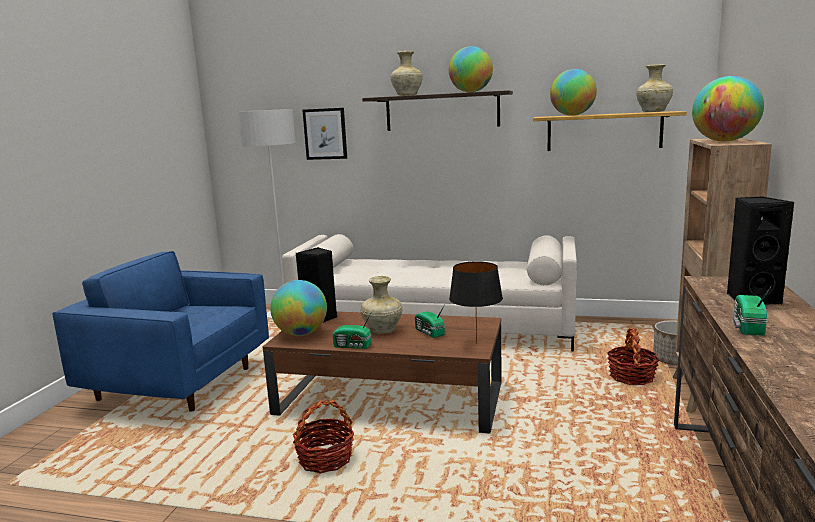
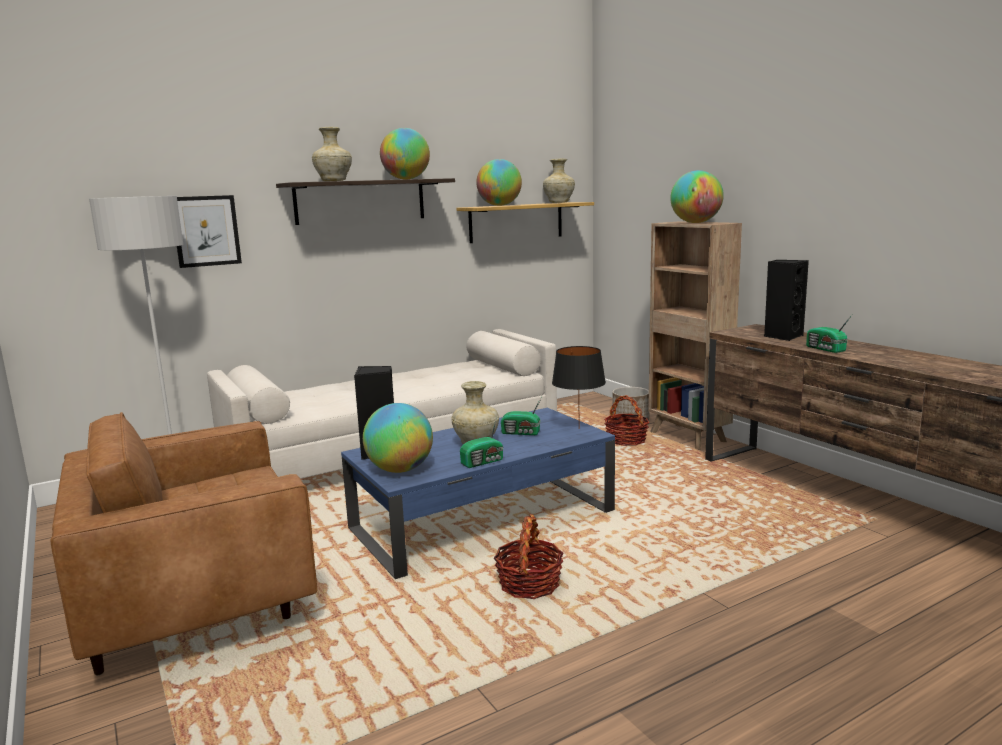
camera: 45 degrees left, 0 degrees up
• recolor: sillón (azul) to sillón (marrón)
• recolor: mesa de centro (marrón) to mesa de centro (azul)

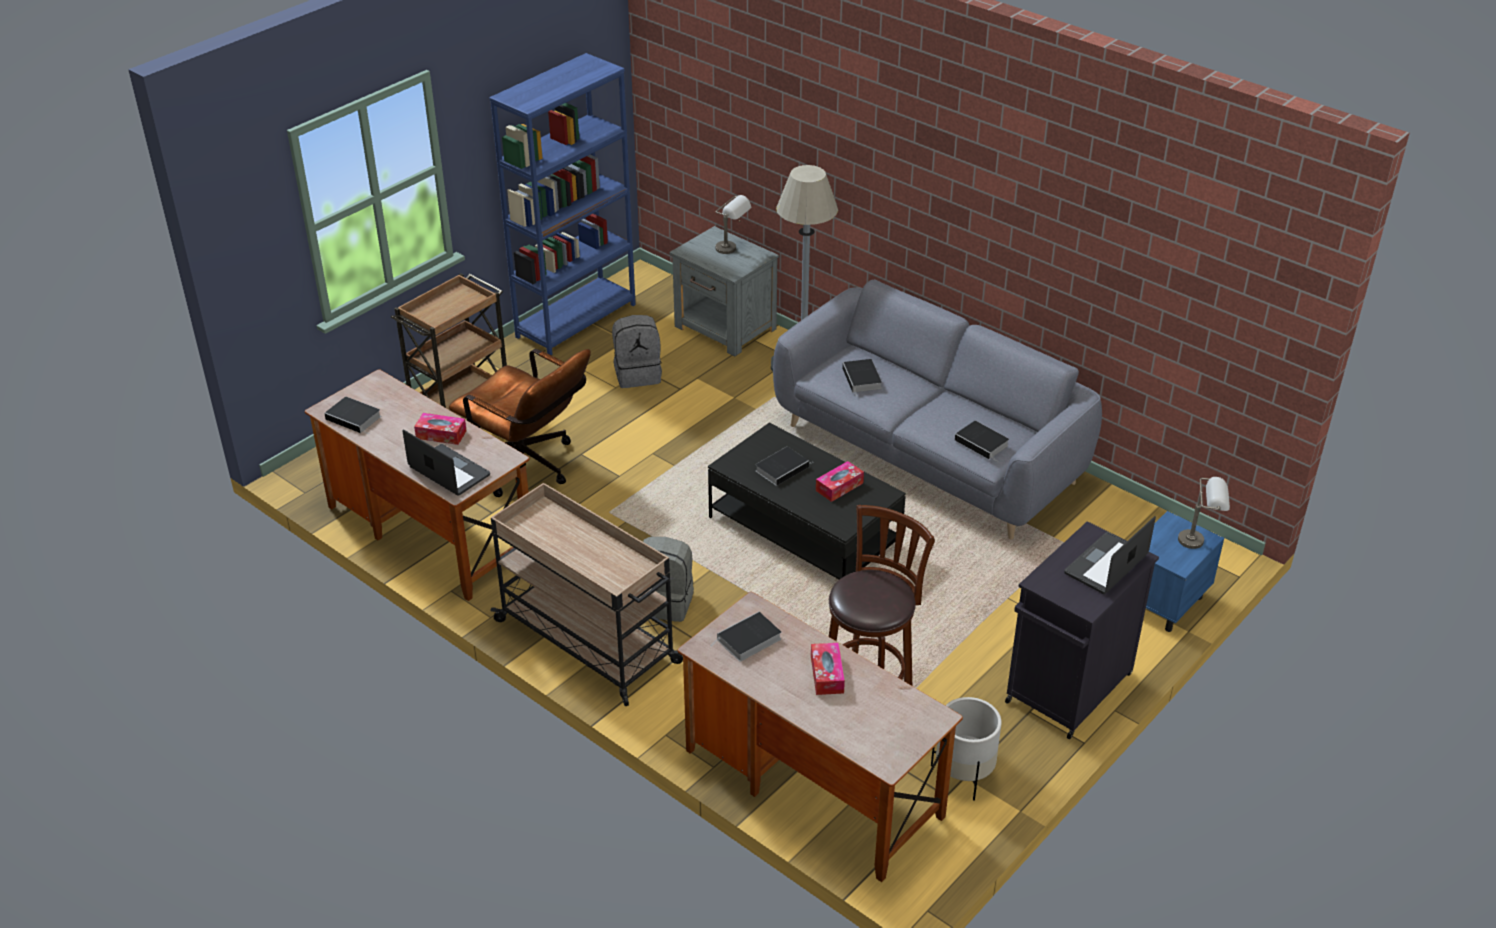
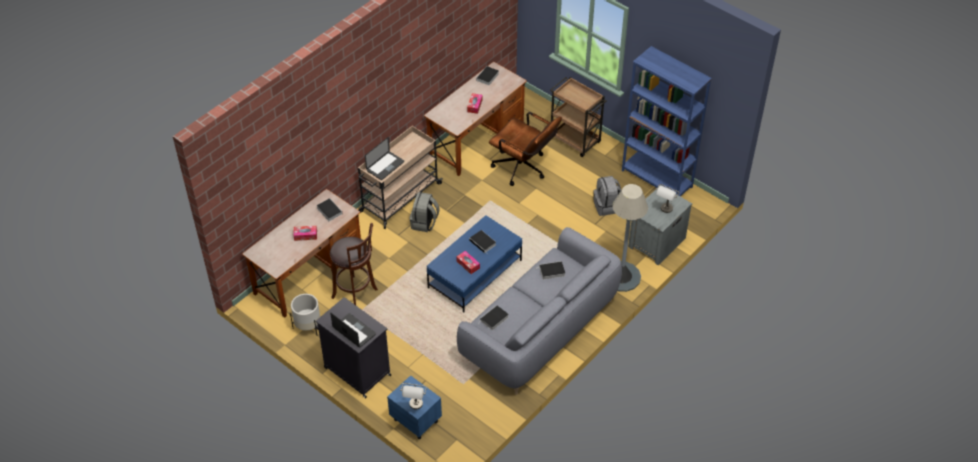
camera: 90 degrees right, 10 degrees up
• move: portátil (1st from left in the first image) to portátil (2nd from left)
• rotate: silla de oficina (marrón) 90 degrees counterclockwise
• recolor: mesa de centro (negro) to mesa de centro (azul)

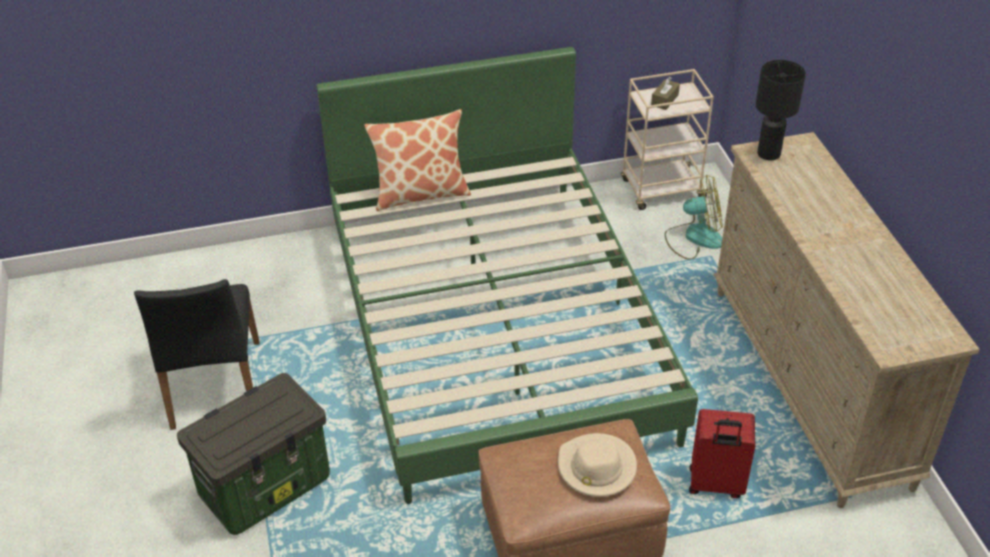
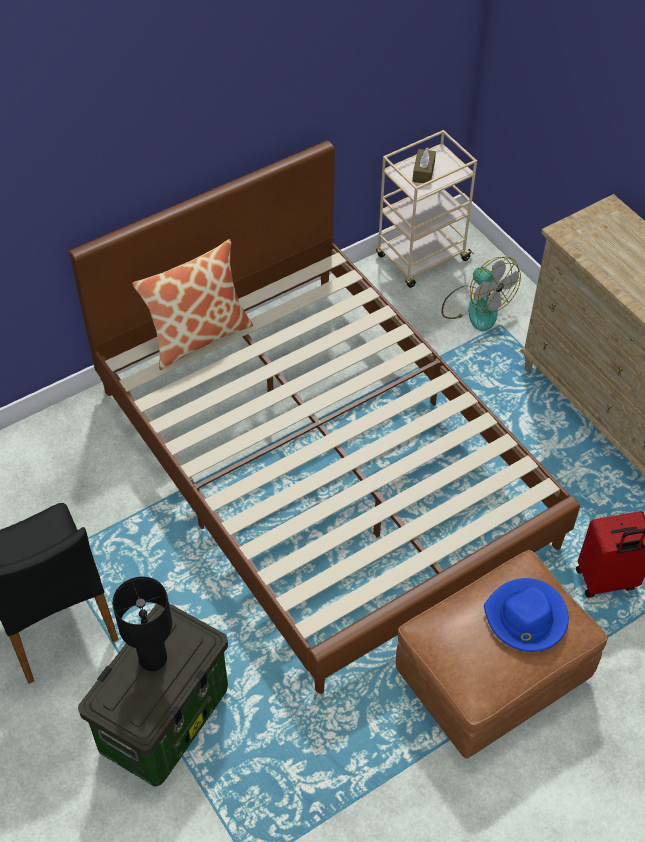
camera: 20 degrees left, 10 degrees up
• recolor: cama (verde) to cama (marrón)
• recolor: sombrero (beis) to sombrero (azul)
• rotate: ventilador 75 degrees clockwise
• move: lámpara de mesa (negro)

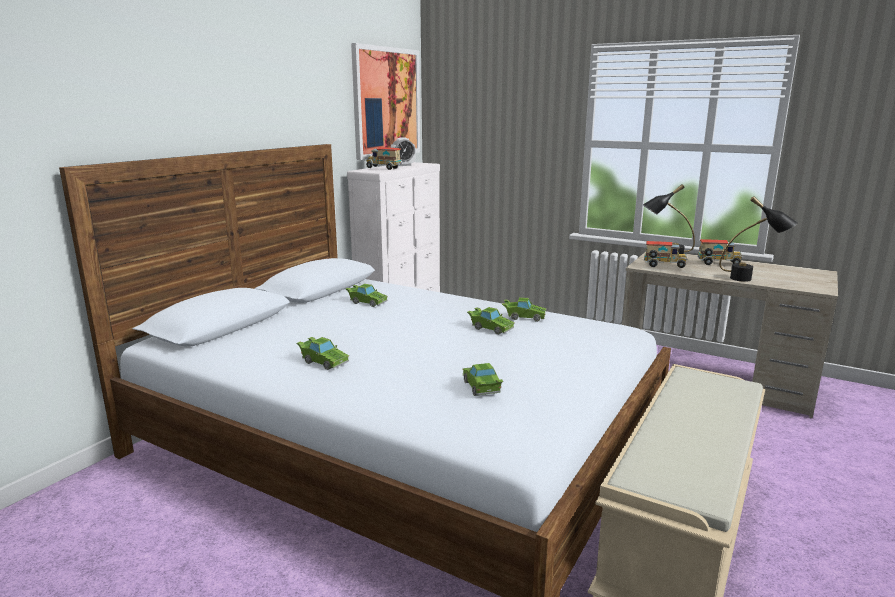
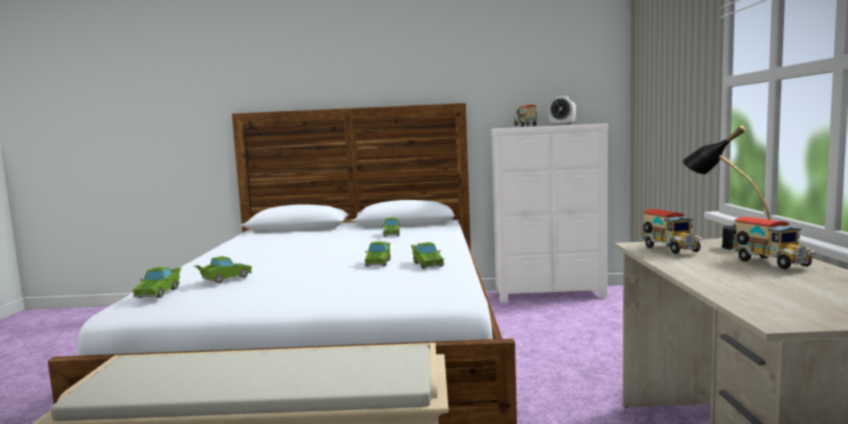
camera: 60 degrees right, 10 degrees down
• move: coche de juguete (verde) (1st from left)
• delete: cuadro
• delete: lámpara de mesa (negro) (2nd from left)

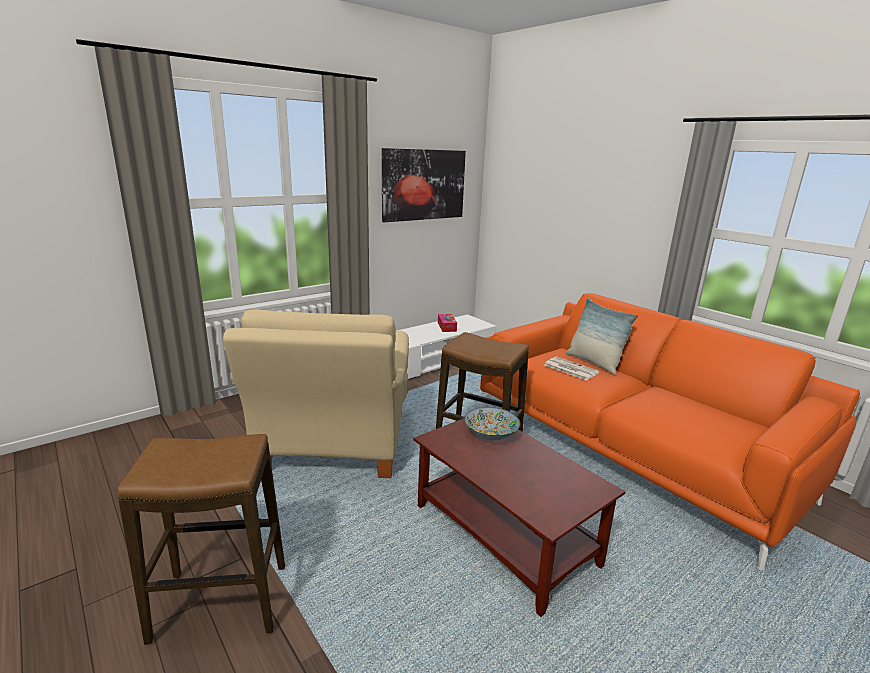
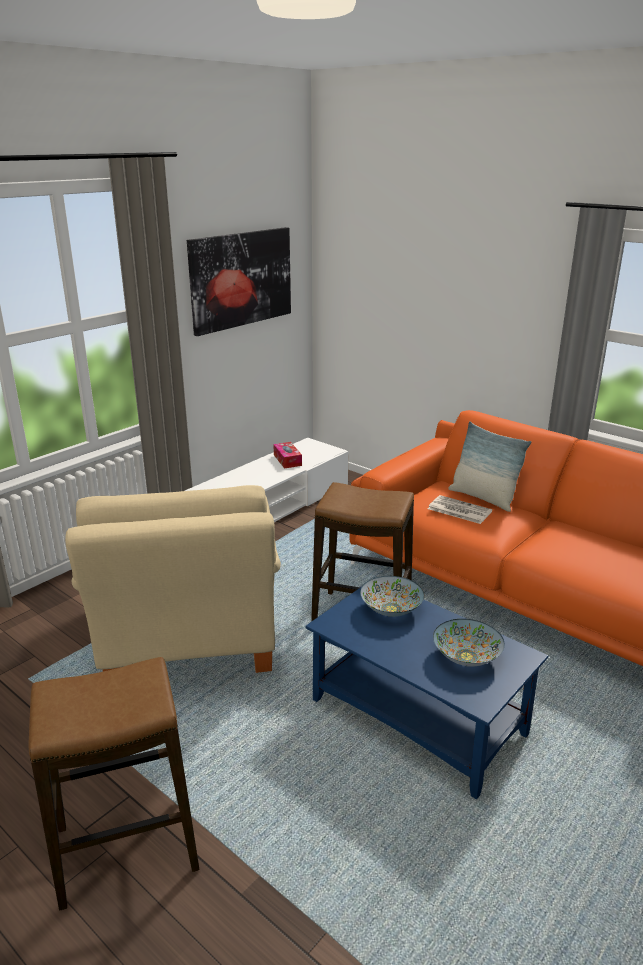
camera: 10 degrees left, 5 degrees up
• recolor: mesa de centro (marrón) to mesa de centro (azul)
• insert: cuenco (2nd from left)

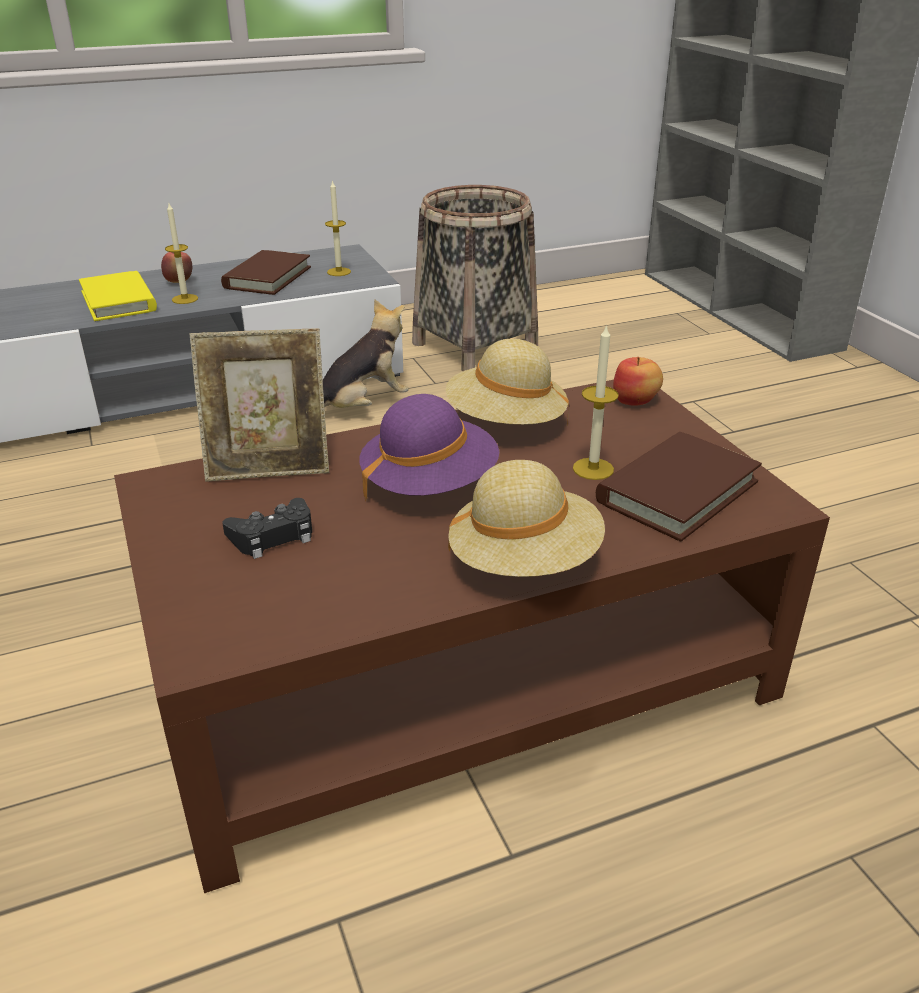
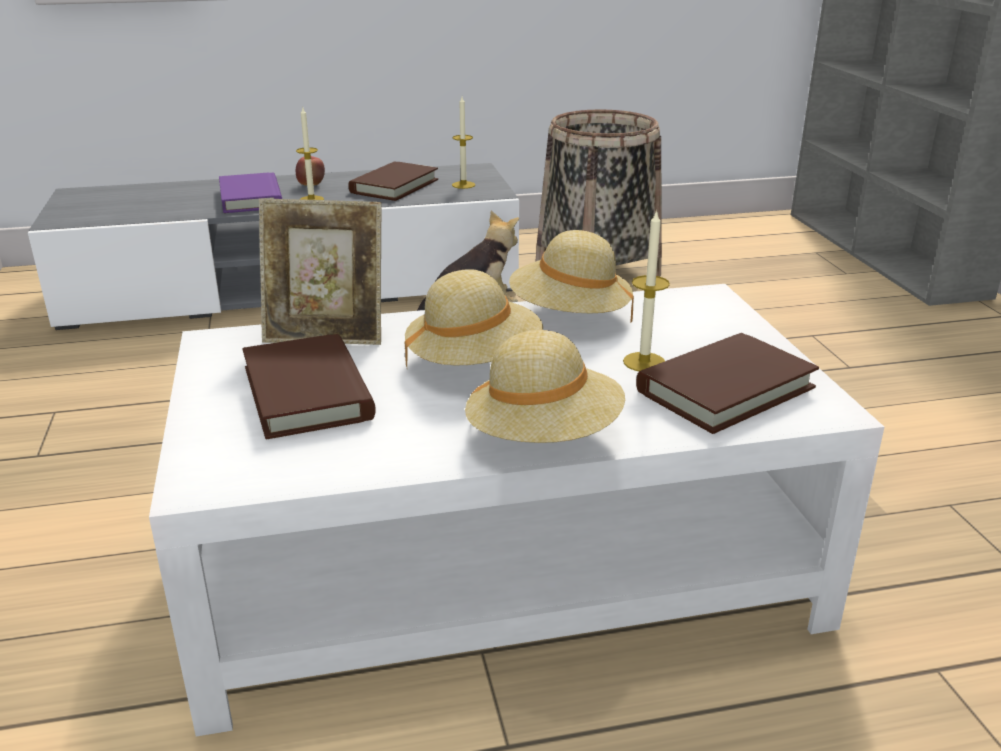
camera: 10 degrees right, 5 degrees down
• recolor: libro (amarillo) to libro (morado)
• recolor: mesa de centro (marrón) to mesa de centro (blanco)
• replace: mando de consola (negro) to libro (marrón) (1st from left)
• recolor: sombrero (morado) to sombrero (beis) (1st from left)
• delete: manzana (2nd from left)

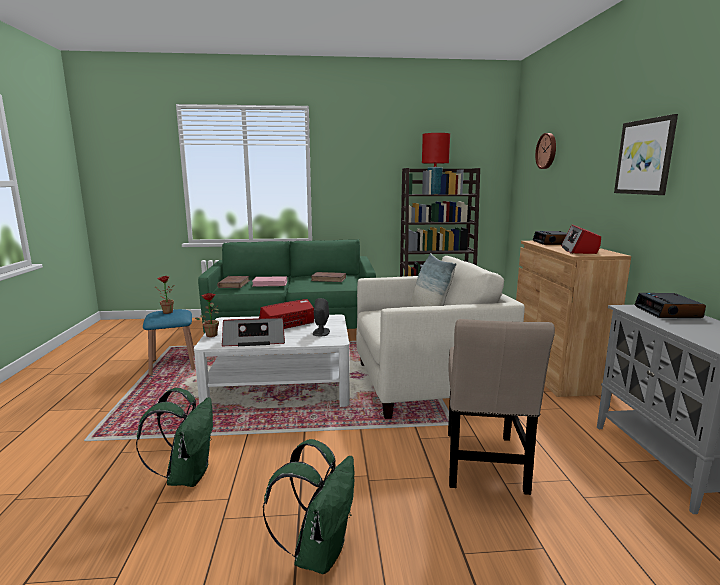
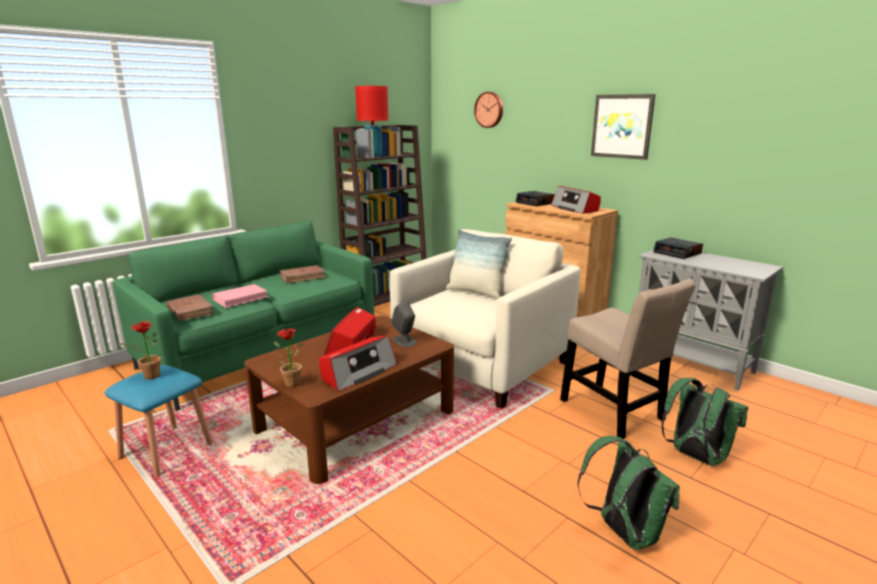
camera: 40 degrees left, 5 degrees up
• move: mochila (verde) (1st from left in the first image) to mochila (verde) (2nd from left)
• recolor: mesa de centro (blanco) to mesa de centro (marrón)

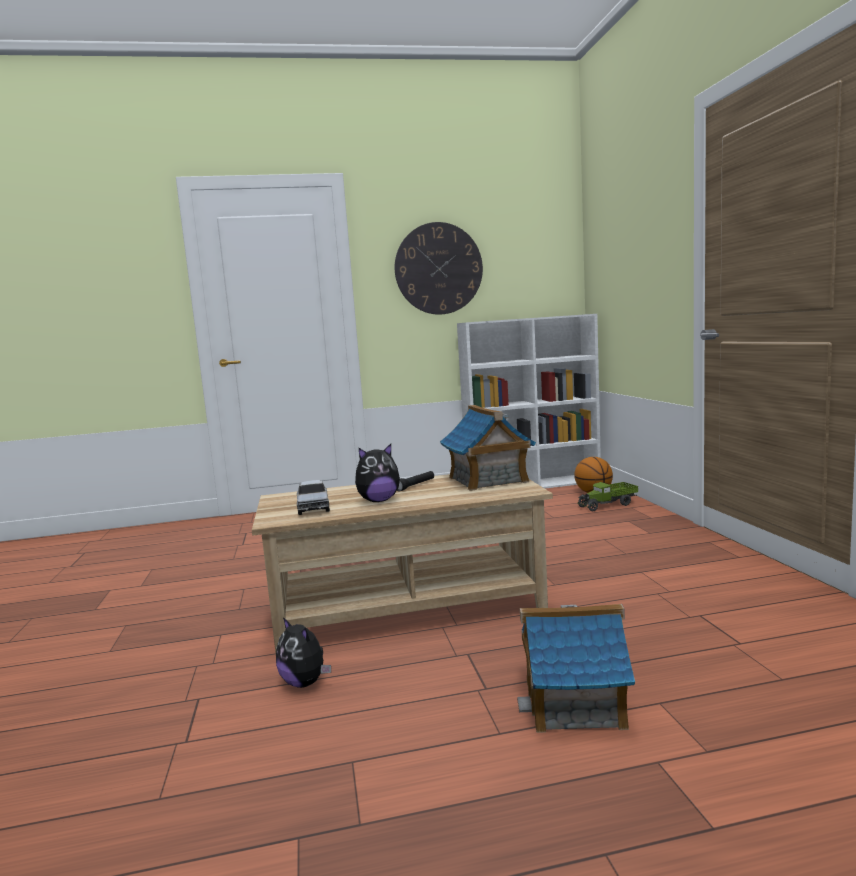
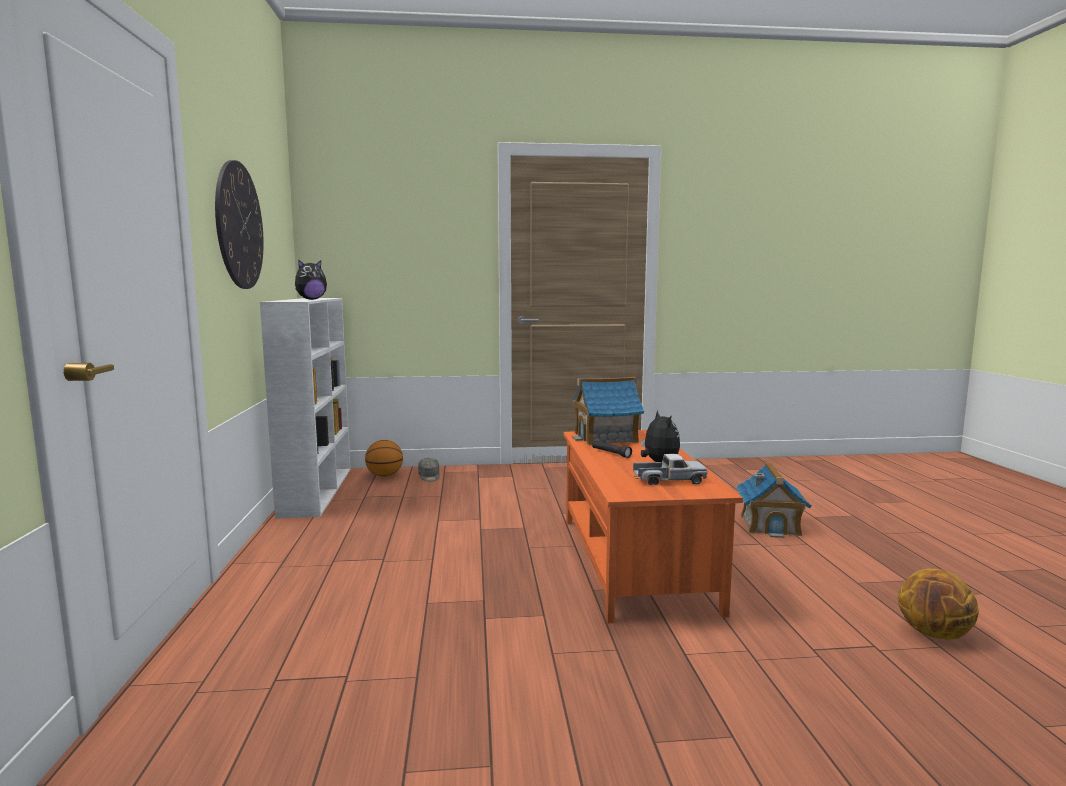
camera: 85 degrees left, 0 degrees up
• recolor: mesa de centro (beis) to mesa de centro (naranja)
• move: peluche (1st from left)
• replace: camión de juguete (2nd from left) to gorra (gris)
• insert: balón de baloncesto (2nd from left)

